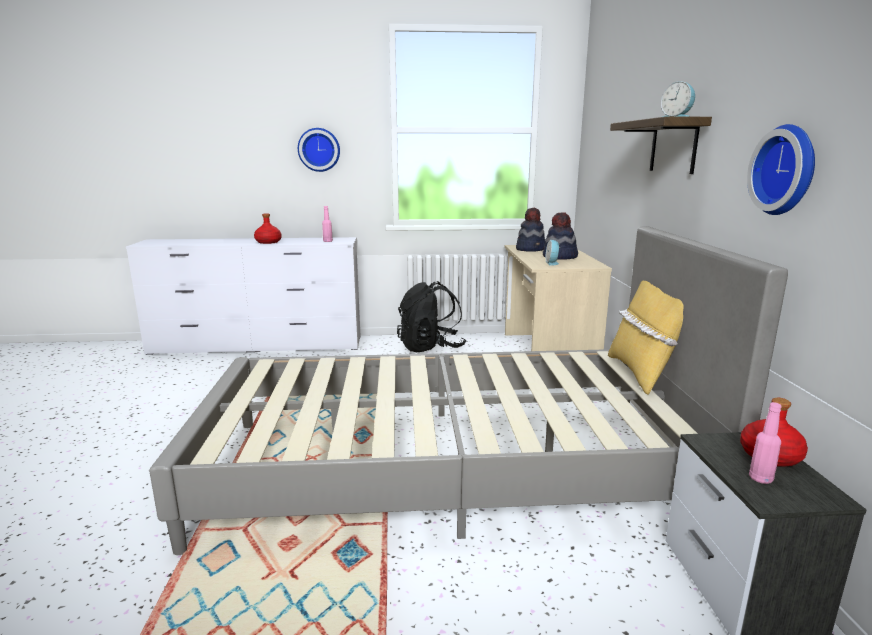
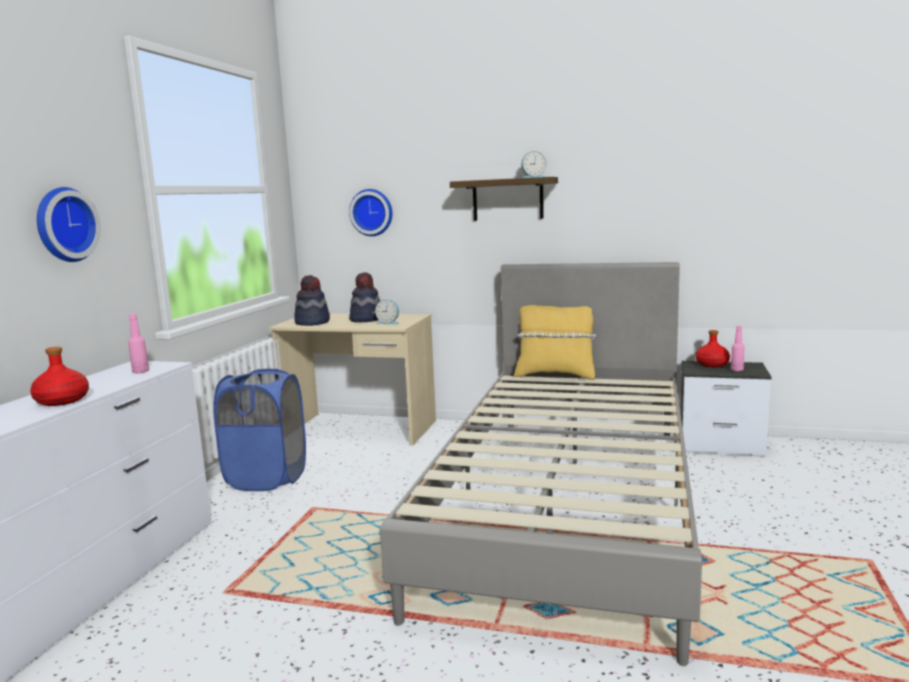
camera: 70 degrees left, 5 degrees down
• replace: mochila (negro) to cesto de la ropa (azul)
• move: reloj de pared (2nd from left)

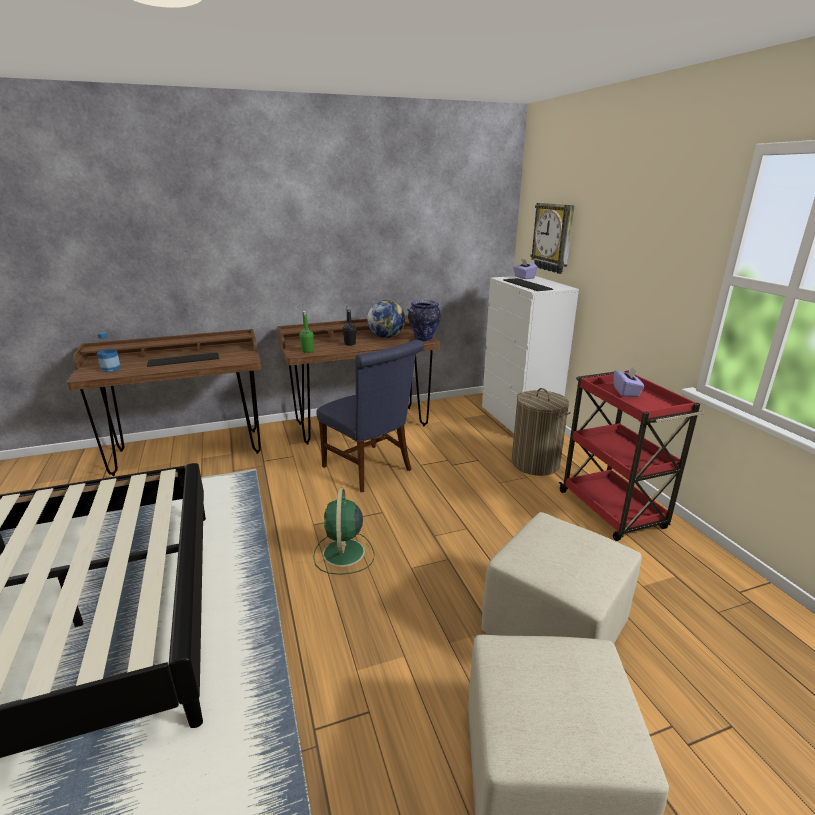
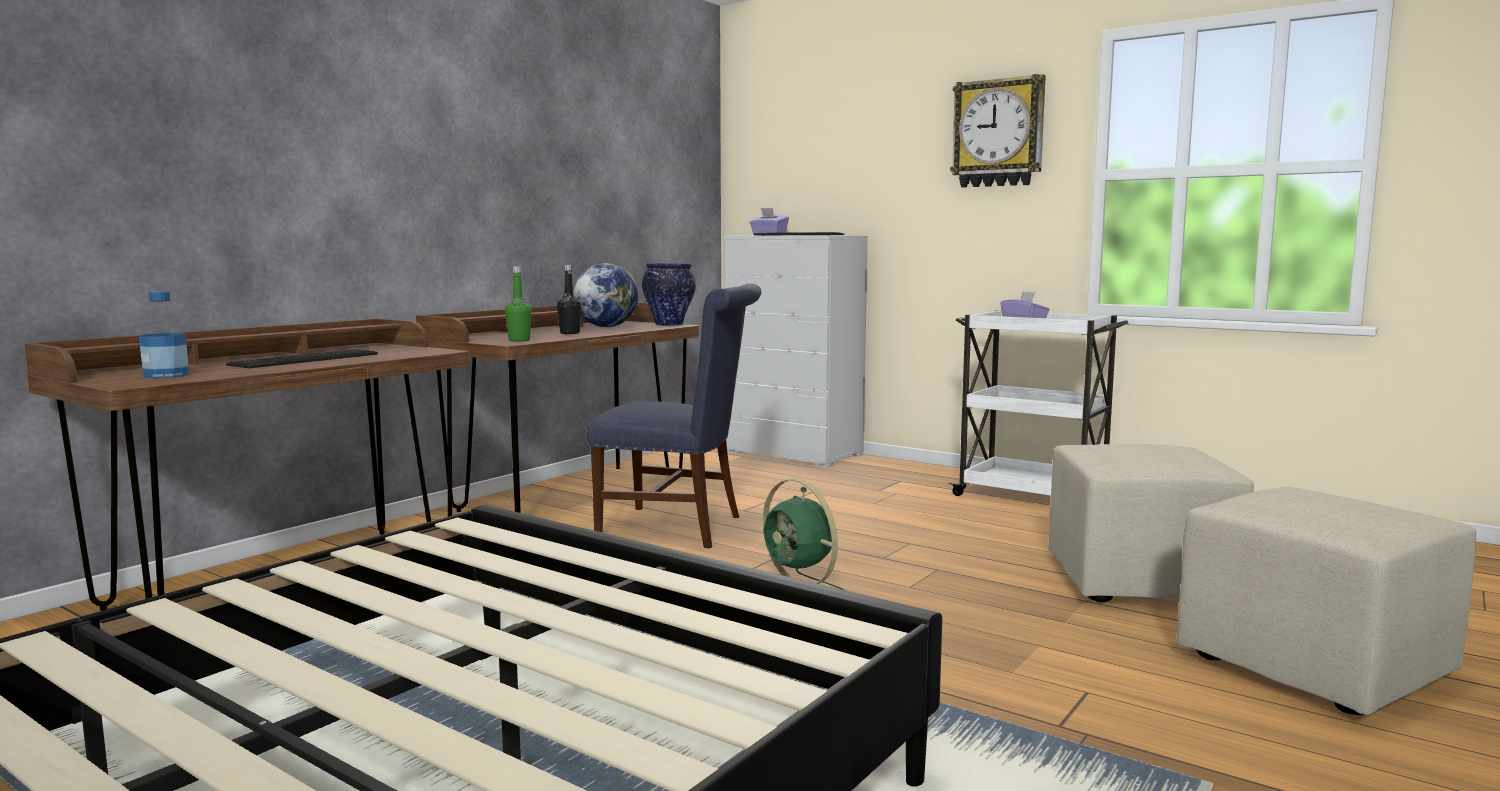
camera: 35 degrees left, 15 degrees down
• delete: cesto de la ropa
• move: reloj de pared
• recolor: carrito (rojo) to carrito (blanco)

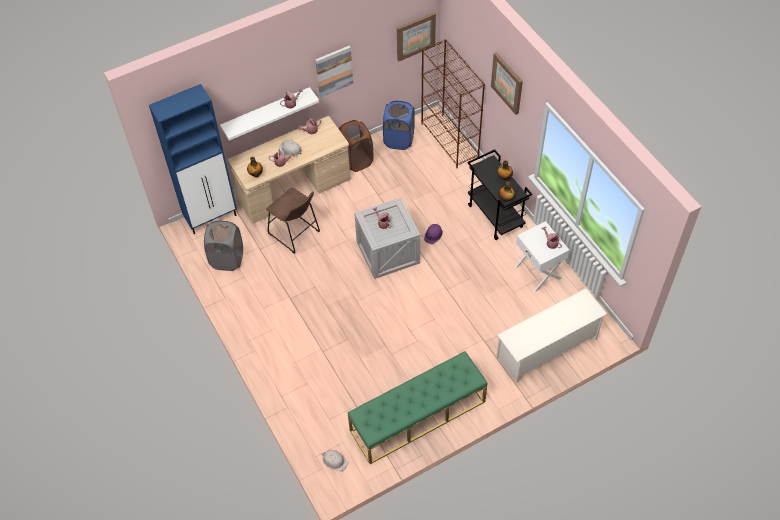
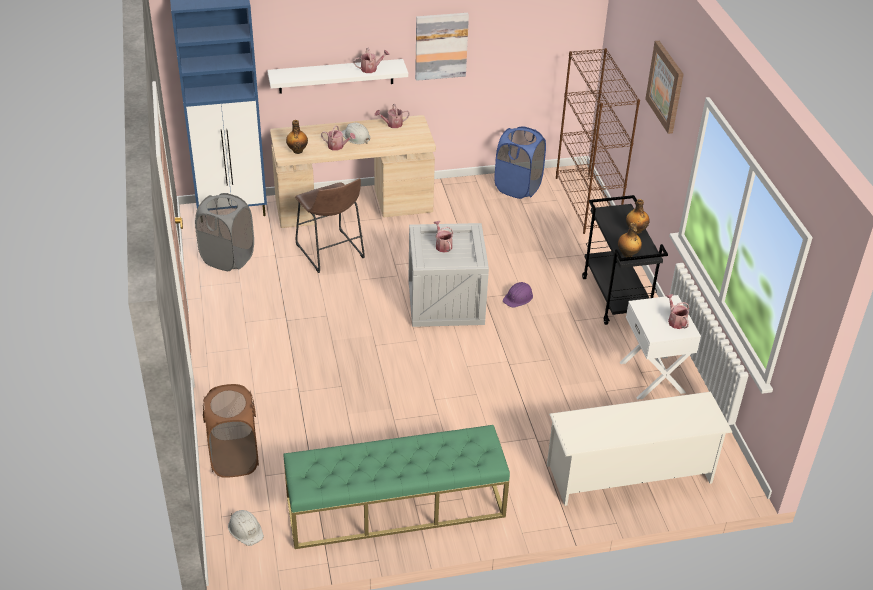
camera: 15 degrees right, 15 degrees down
• move: cesto de la ropa (marrón)
• delete: cuadro (2nd from left)

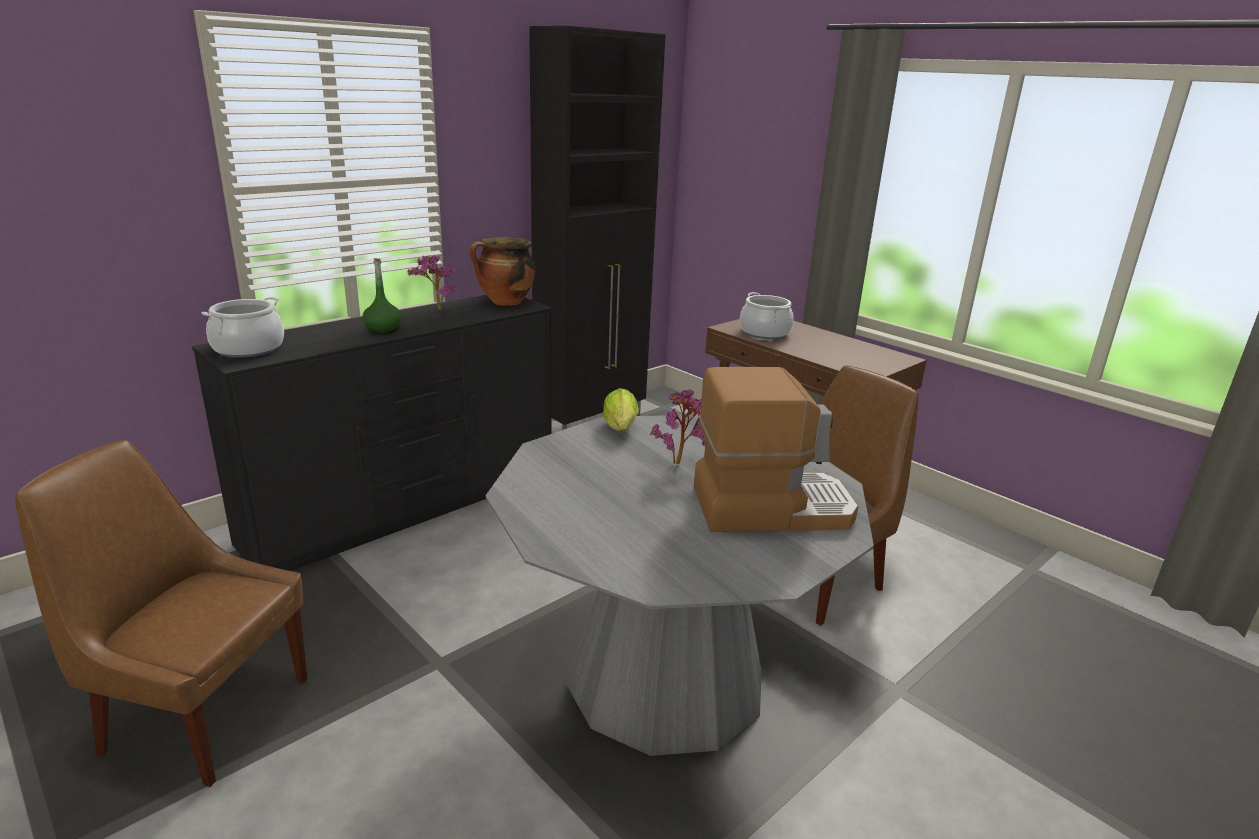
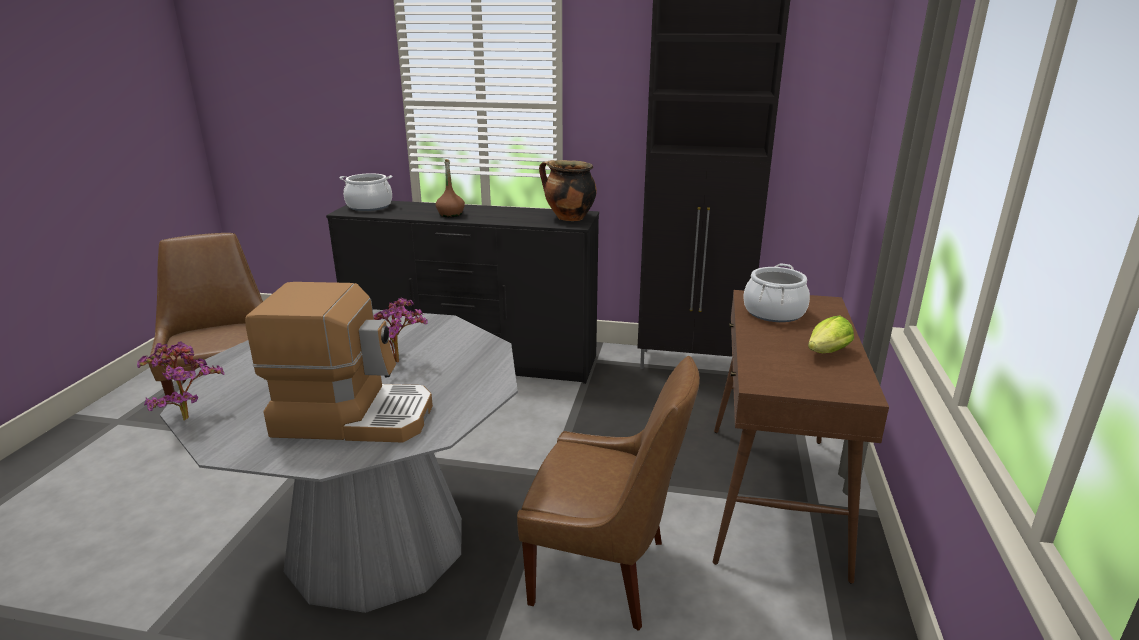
camera: 55 degrees right, 0 degrees up
• recolor: botella (verde) to botella (marrón)
• move: planta en maceta (1st from left)
• move: lechuga
• rotate: cafetera 45 degrees counterclockwise

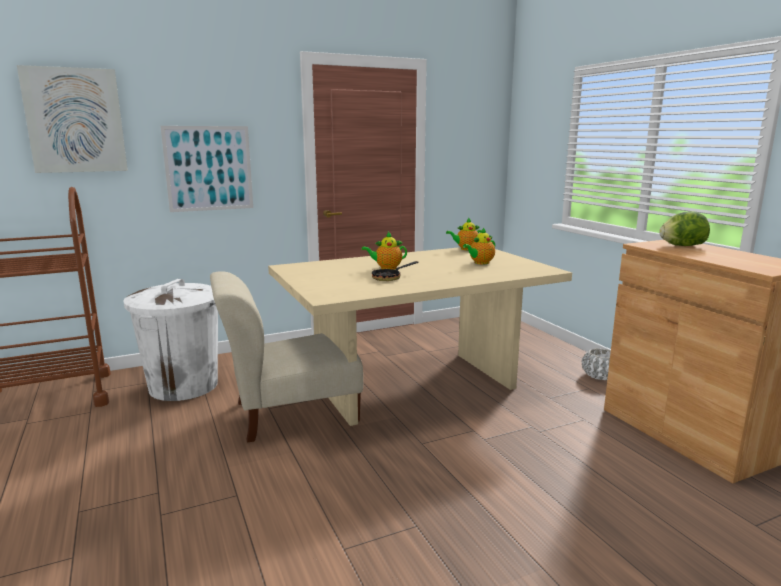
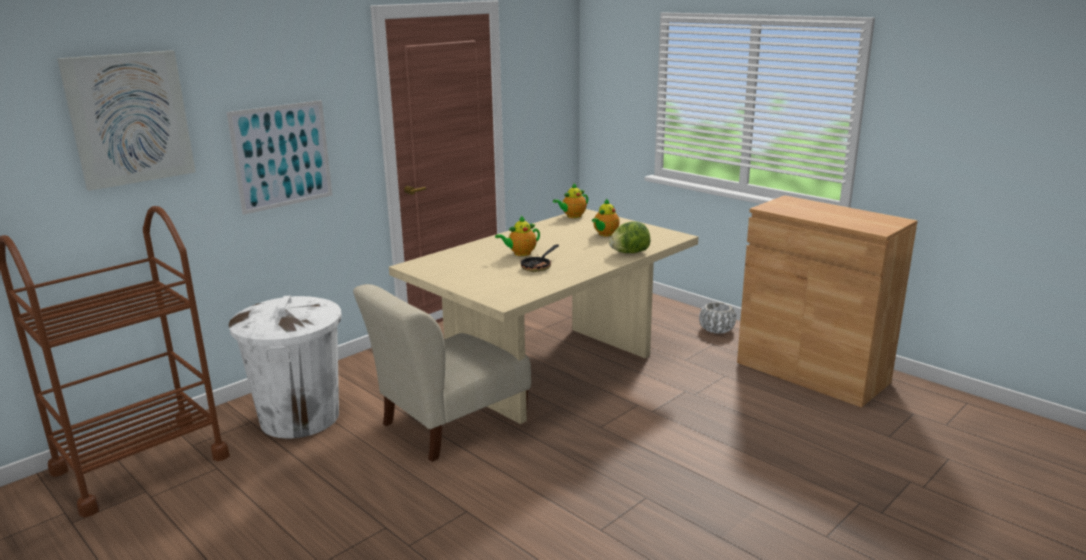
camera: 20 degrees left, 5 degrees up
• move: lechuga

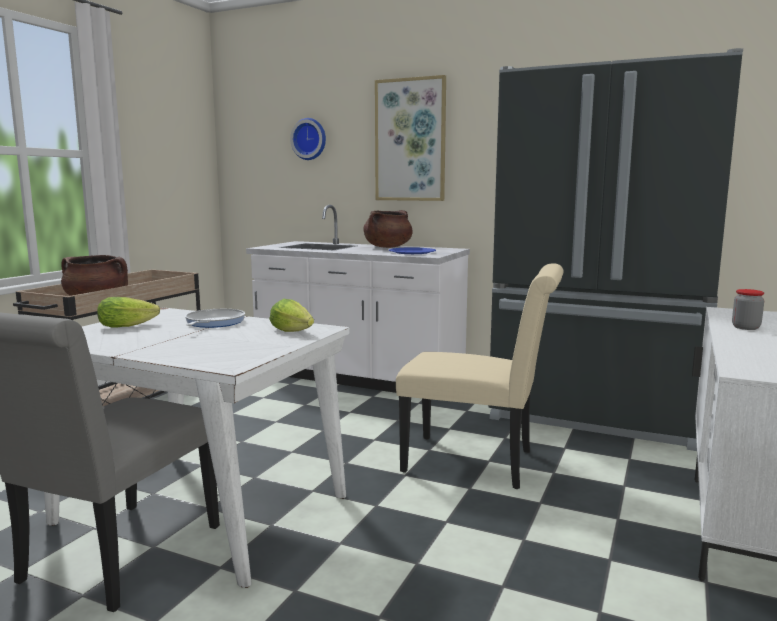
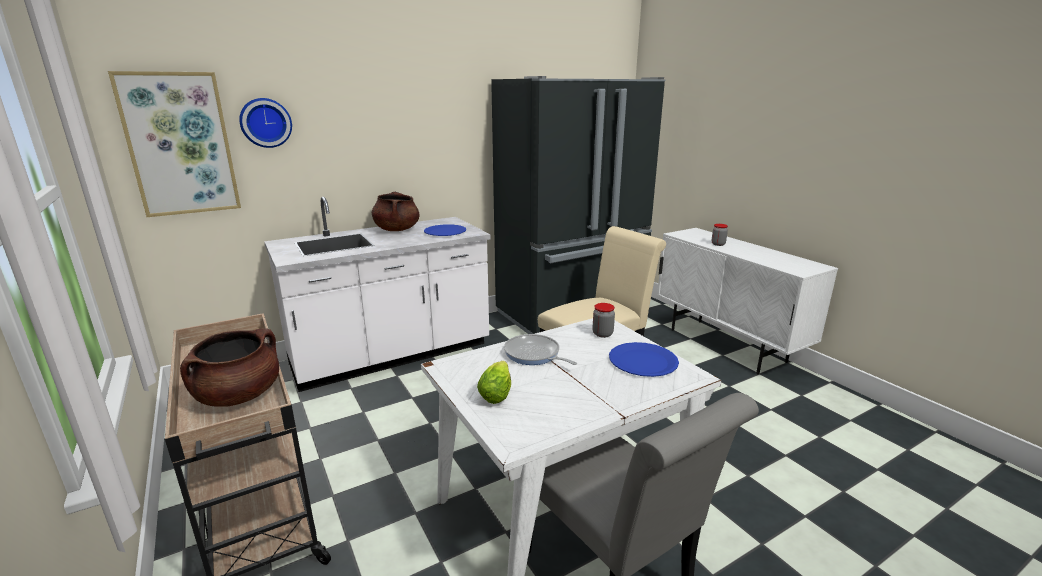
camera: 55 degrees left, 10 degrees up
• replace: lechuga (2nd from left) to tarro (1st from left)
• move: cuadro
• insert: plato (azul) (2nd from left)

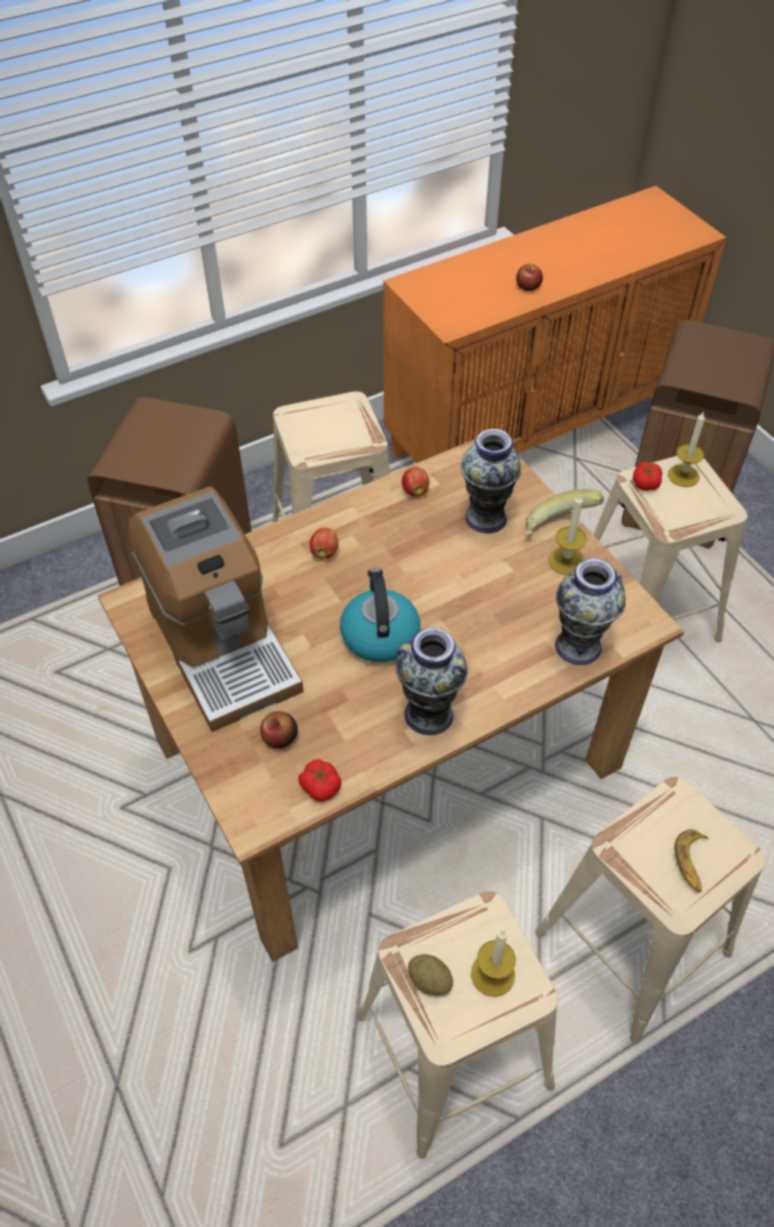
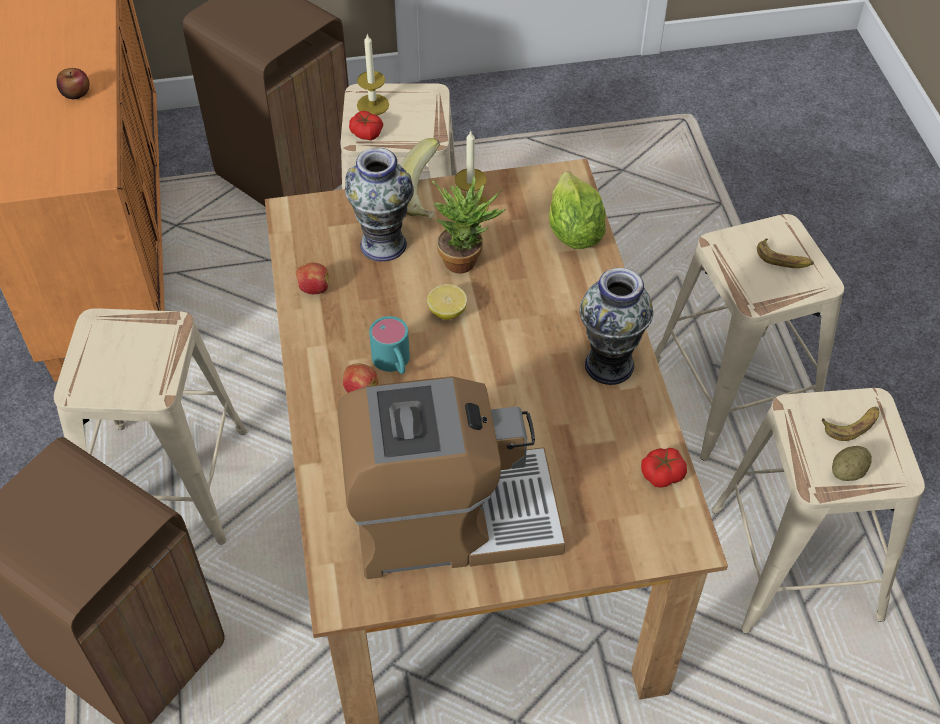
camera: 70 degrees left, 0 degrees up
• delete: manzana (1st from left)
• delete: hervidor
• replace: vela (1st from left) to plátano (3rd from left)
• replace: florero (3rd from left) to lechuga
• insert: taza grande (turquesa)
• insert: limón
• insert: planta en maceta

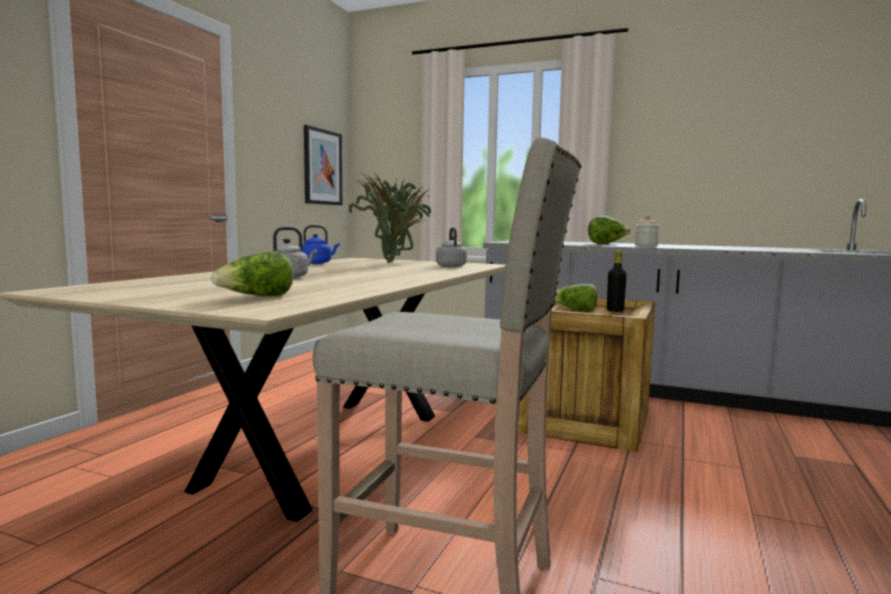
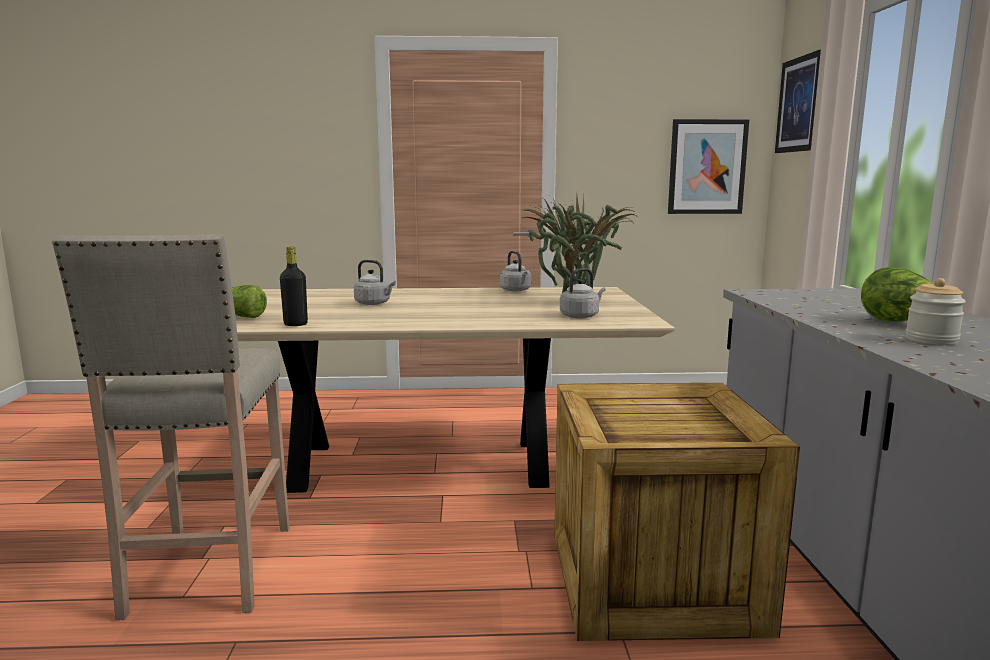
camera: 65 degrees right, 5 degrees up
• recolor: hervidor (azul) to hervidor (gris) (2nd from left)
• delete: lechuga (2nd from left)
• move: botella (negro)
• insert: cuadro (2nd from left)

